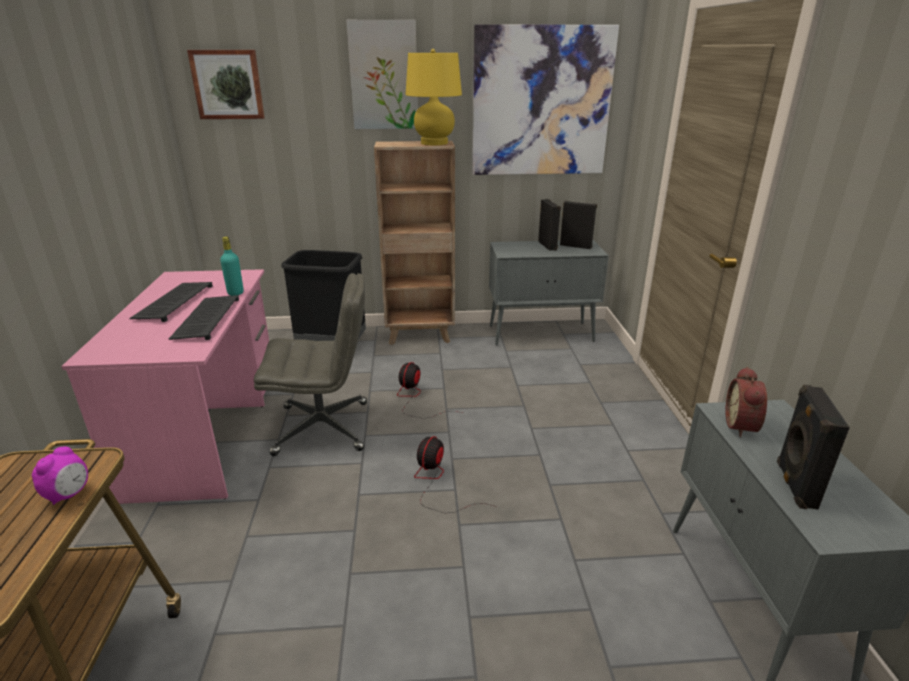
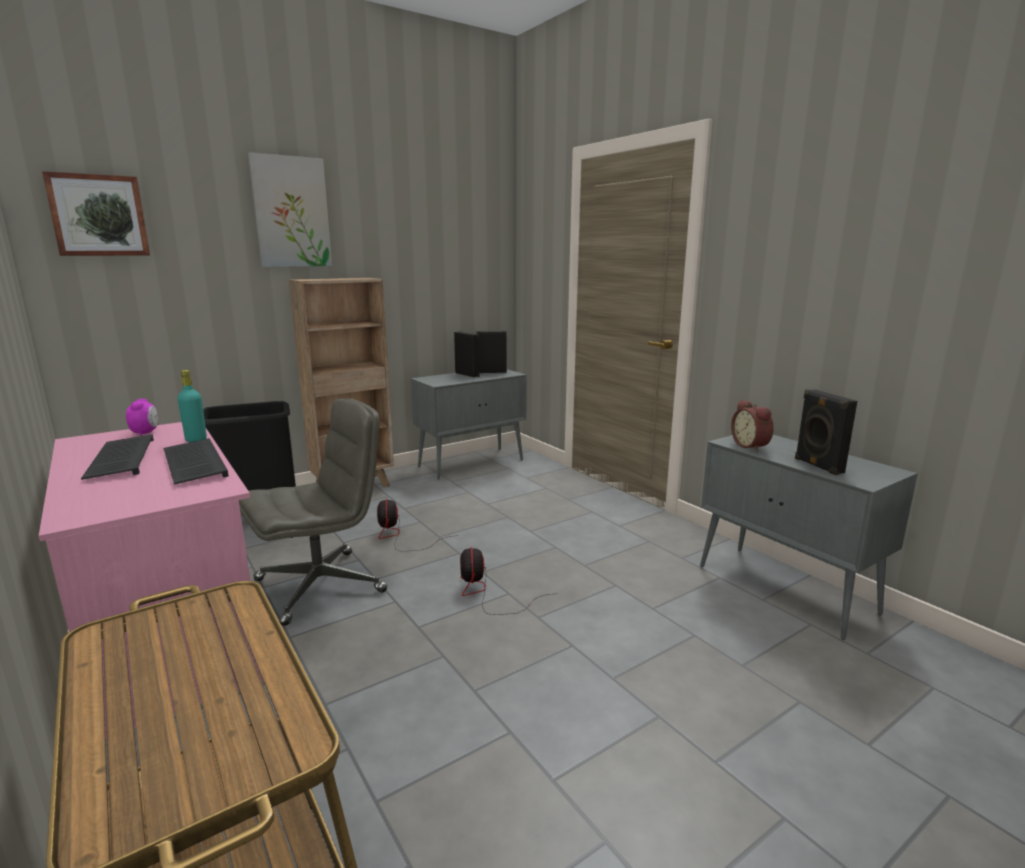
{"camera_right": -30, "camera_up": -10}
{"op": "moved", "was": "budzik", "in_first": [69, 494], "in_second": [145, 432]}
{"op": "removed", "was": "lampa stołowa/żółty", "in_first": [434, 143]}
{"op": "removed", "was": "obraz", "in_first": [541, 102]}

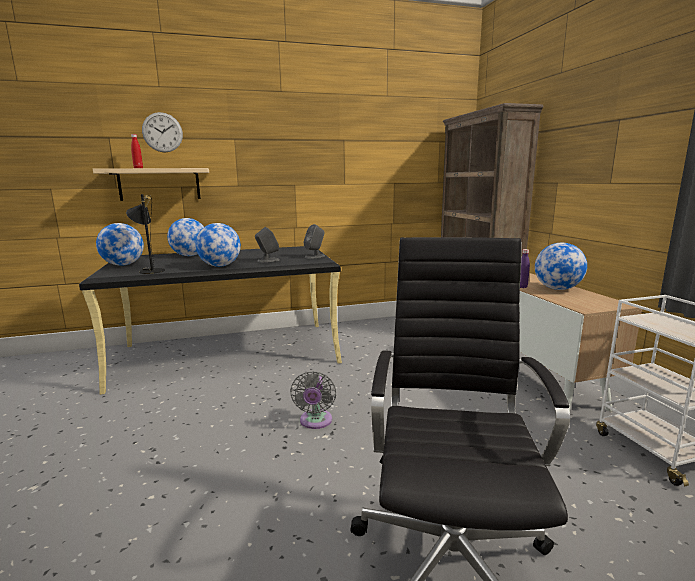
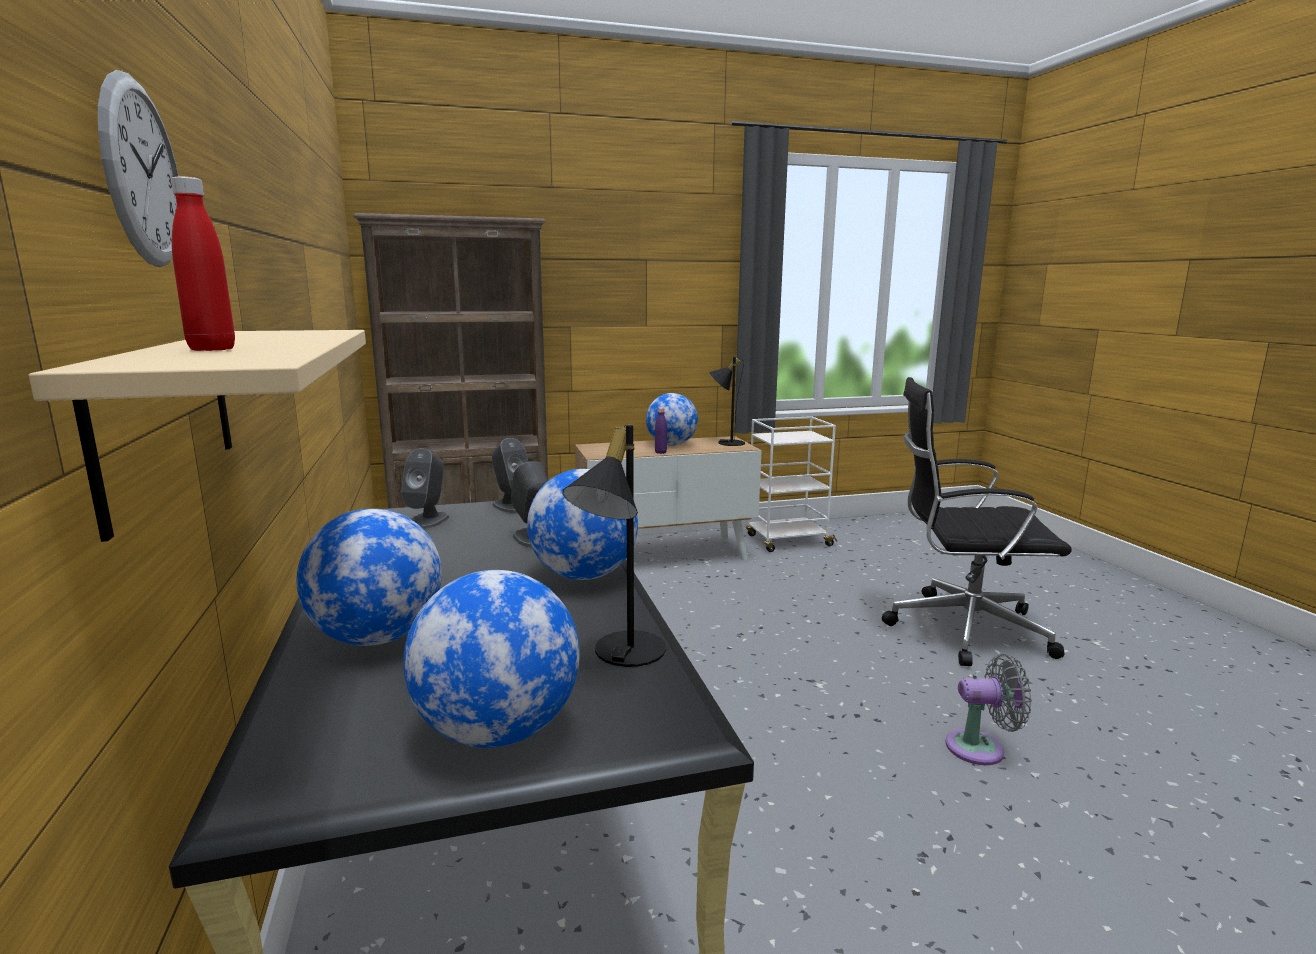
{"camera_right": -90, "camera_up": 0}
{"op": "moved", "was": "wentylator/szary", "in_first": [315, 422], "in_second": [981, 748]}
{"op": "added", "now": "głośnik/szary", "in_second": [428, 520]}
{"op": "added", "now": "lampa stołowa/czarny", "in_second": [726, 442]}

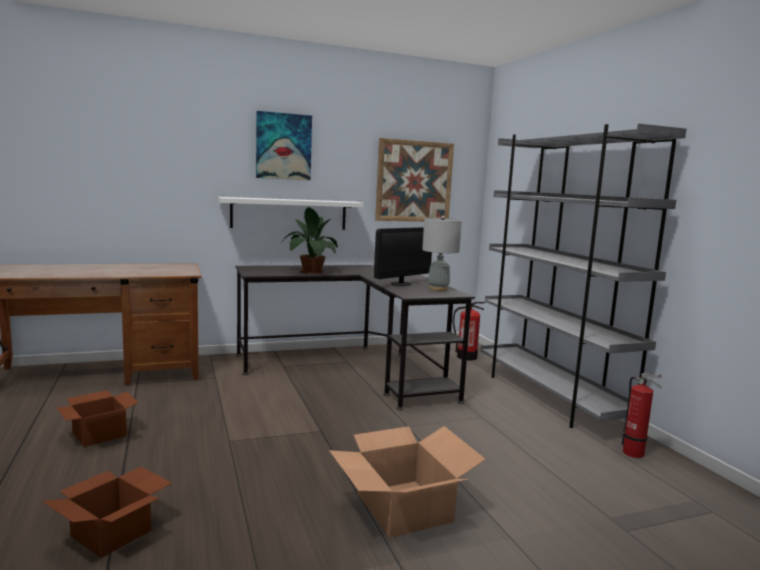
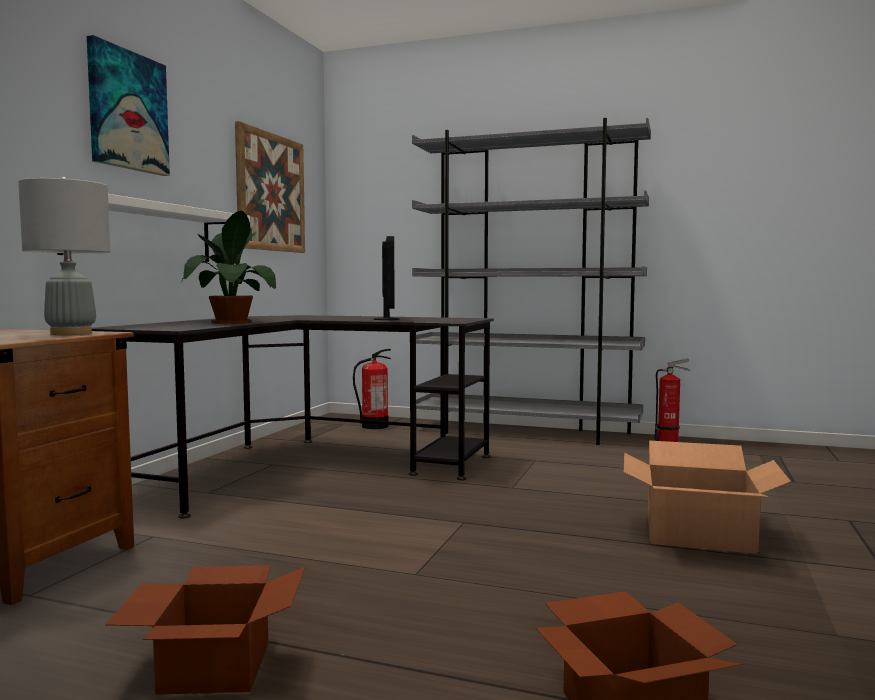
{"camera_right": -50, "camera_up": -5}
{"op": "moved", "was": "lampa stołowa/szary", "in_first": [438, 289], "in_second": [71, 333]}

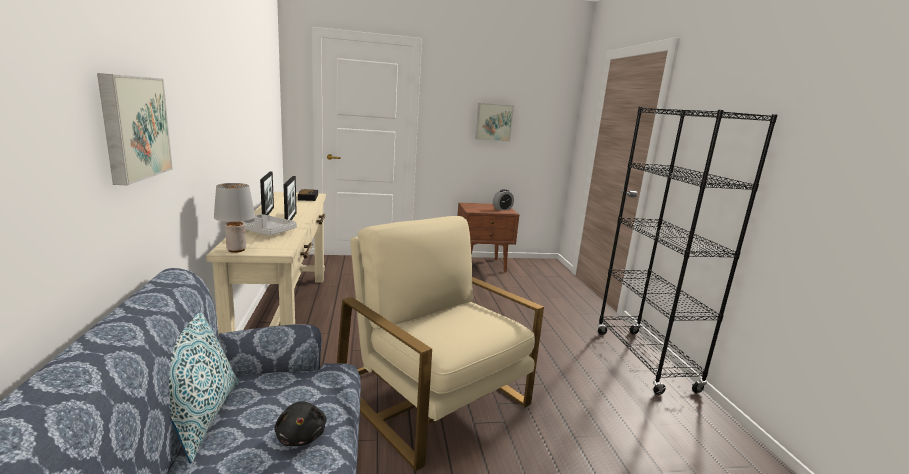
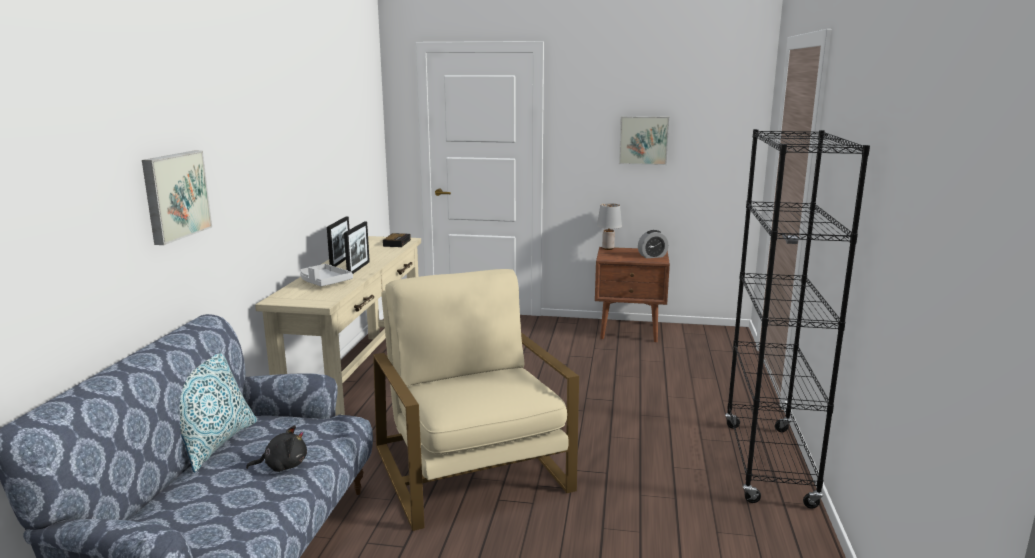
{"camera_right": 20, "camera_up": 0}
{"op": "moved", "was": "lampa stołowa/szary", "in_first": [237, 250], "in_second": [608, 248]}
{"op": "turned", "was": "pluszak/czarny", "in_first": [301, 436], "in_second": [283, 466], "clockwise": -105}

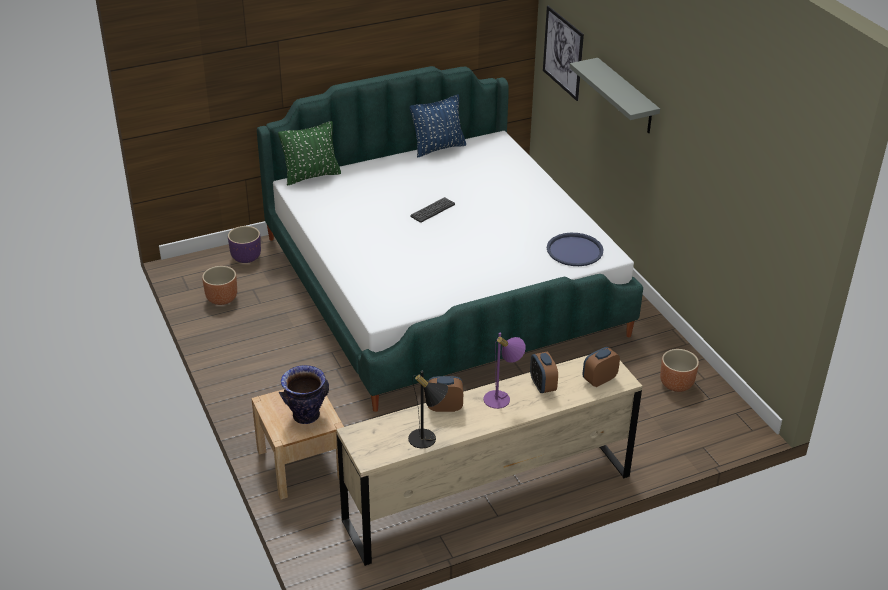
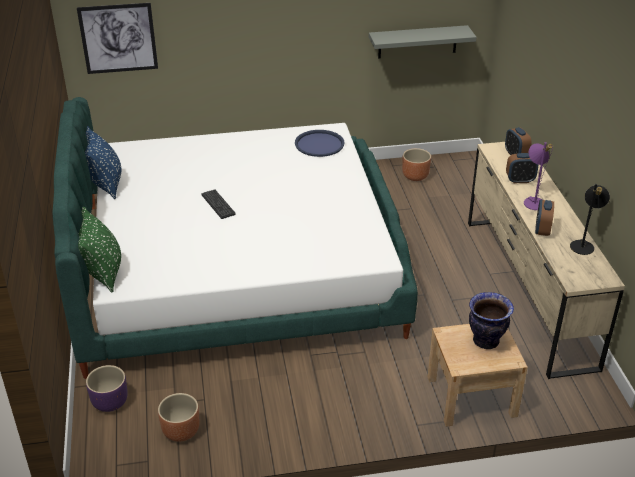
{"camera_right": -75, "camera_up": 0}
{"op": "moved", "was": "półka/szary", "in_first": [626, 97], "in_second": [417, 42]}

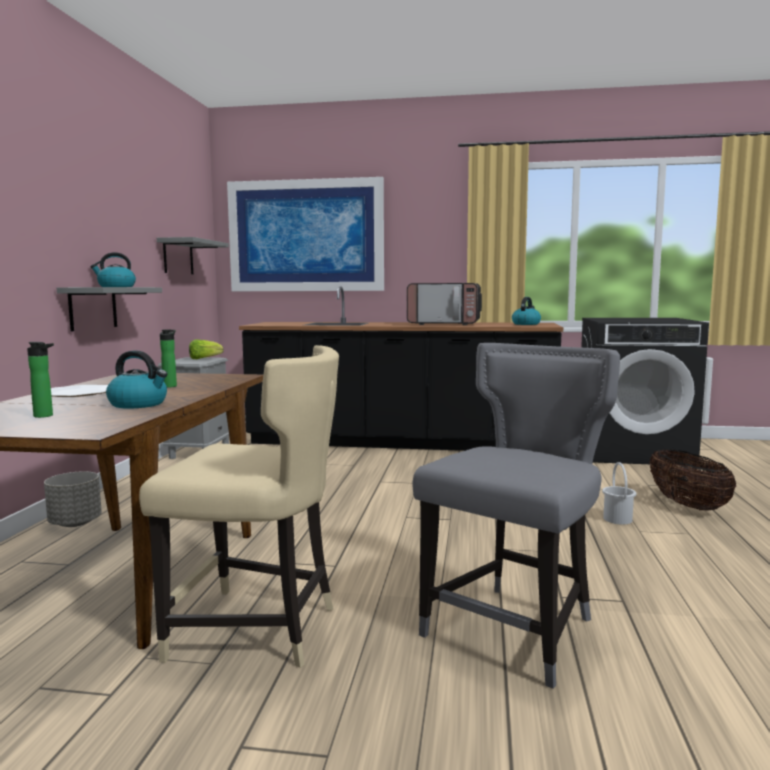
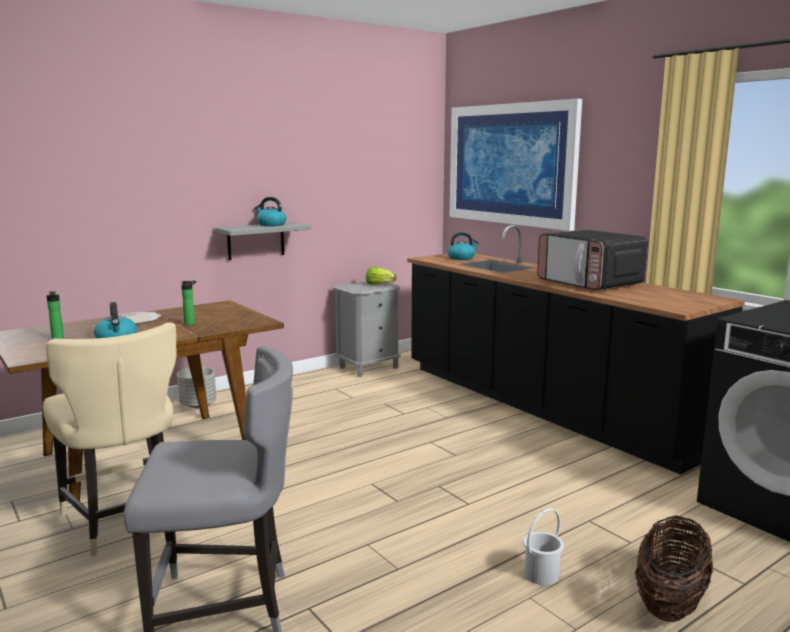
{"camera_right": 45, "camera_up": 5}
{"op": "removed", "was": "półka/szary", "in_first": [178, 257]}
{"op": "moved", "was": "czajnik", "in_first": [526, 324], "in_second": [461, 258]}

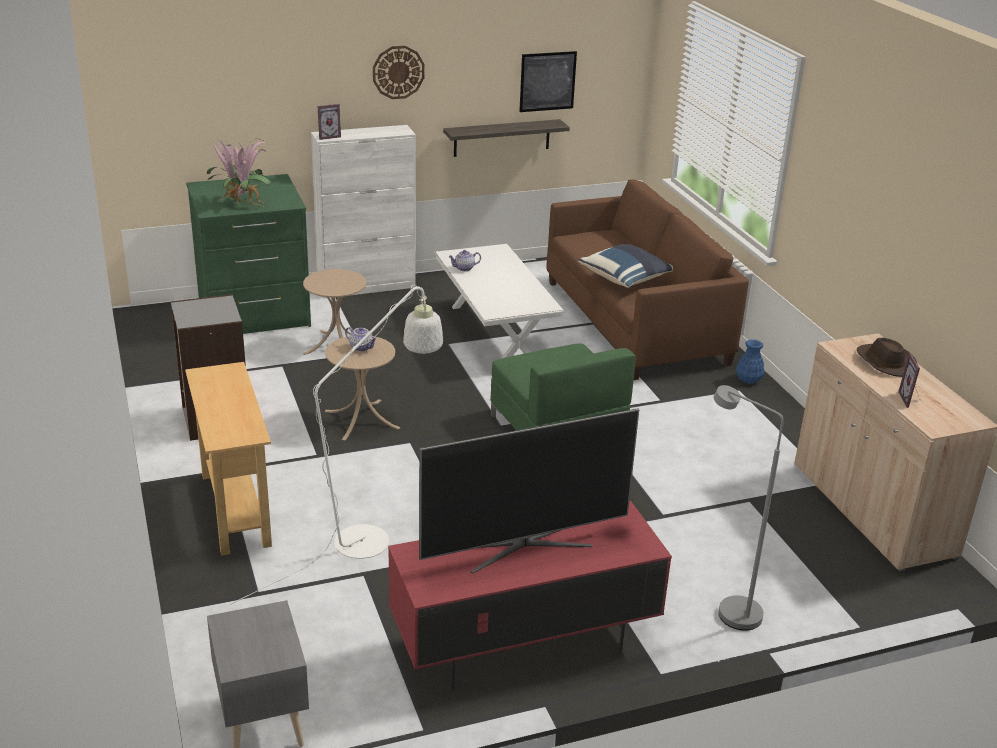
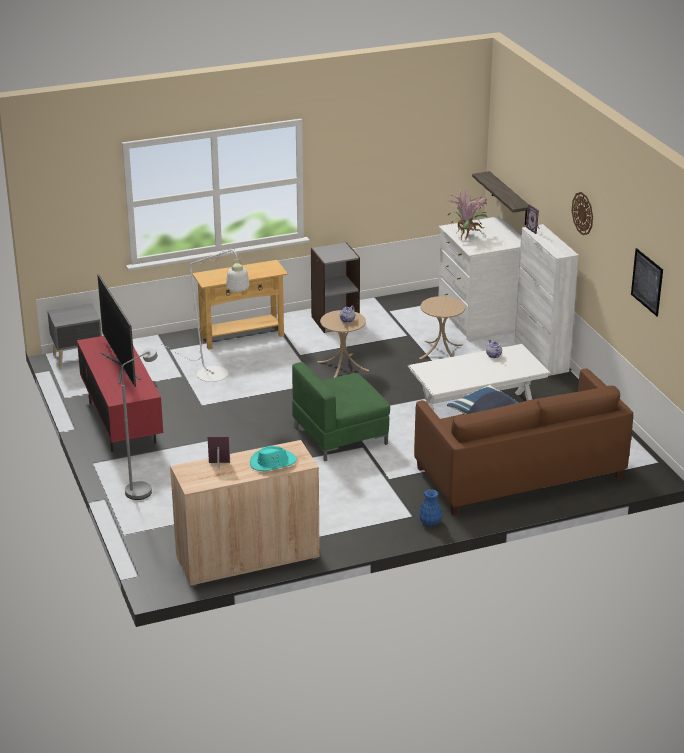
{"camera_right": 90, "camera_up": 0}
{"op": "recoloured", "was": "komoda/zielony", "now": "komoda/biały", "in_first": [254, 314], "in_second": [480, 319]}
{"op": "moved", "was": "półka", "in_first": [502, 138], "in_second": [509, 199]}
{"op": "recoloured", "was": "kapelusz/brązowy", "now": "kapelusz/turkusowy", "in_first": [884, 362], "in_second": [272, 462]}

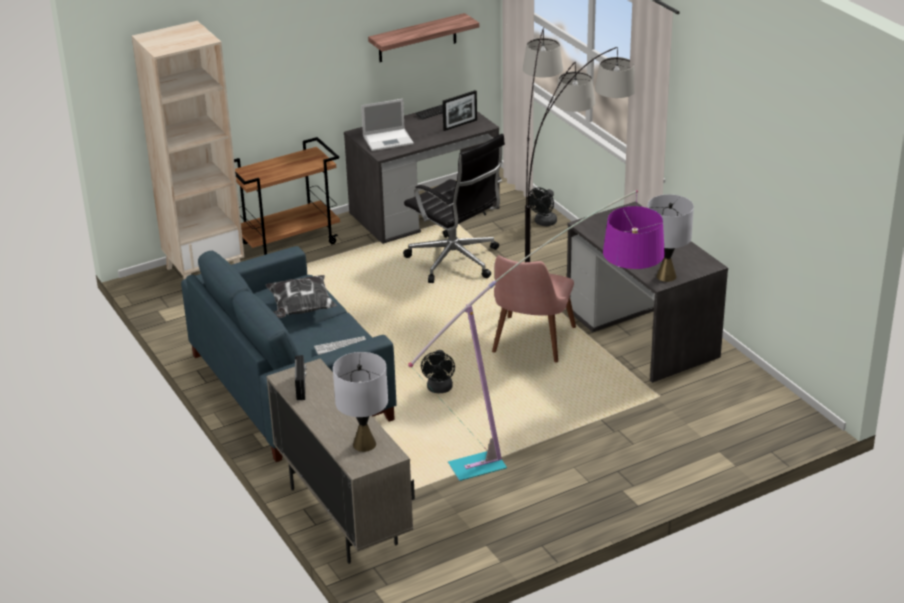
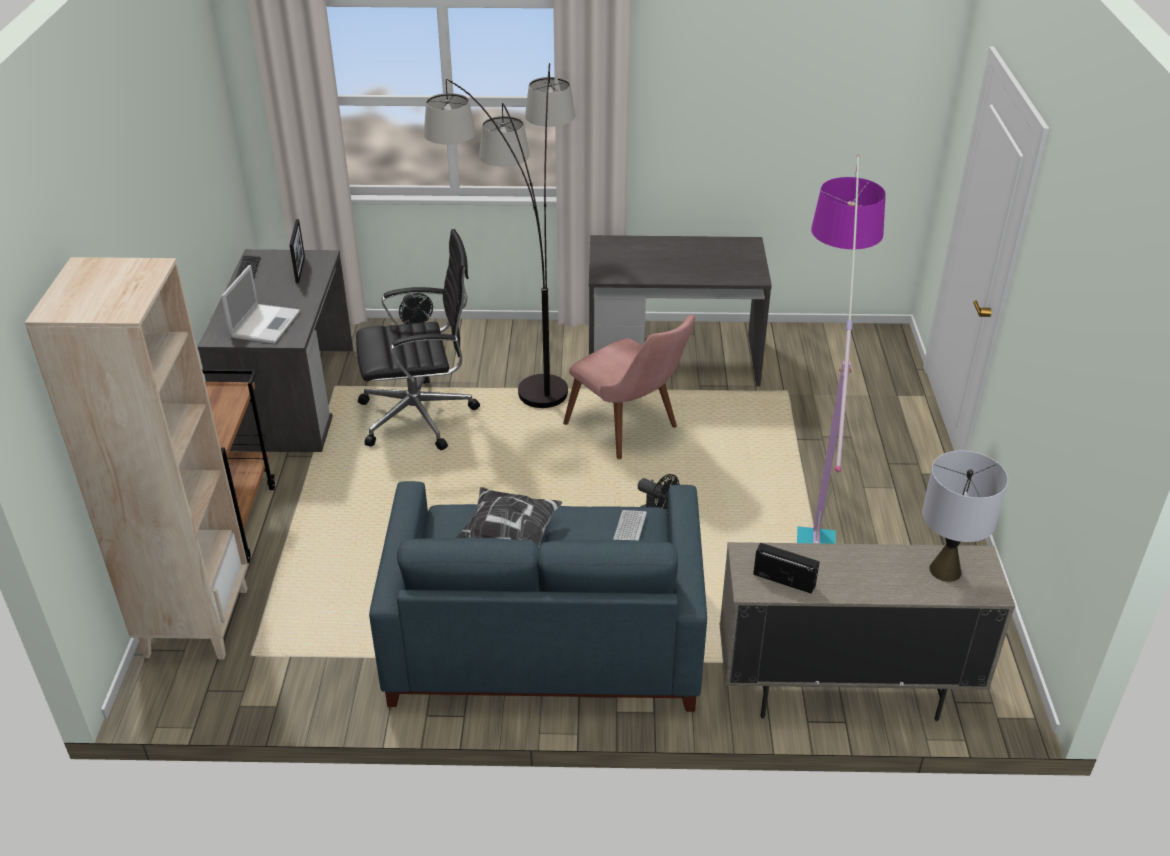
{"camera_right": -60, "camera_up": 5}
{"op": "removed", "was": "półka", "in_first": [417, 38]}
{"op": "removed", "was": "lampa stołowa/szary", "in_first": [666, 276]}

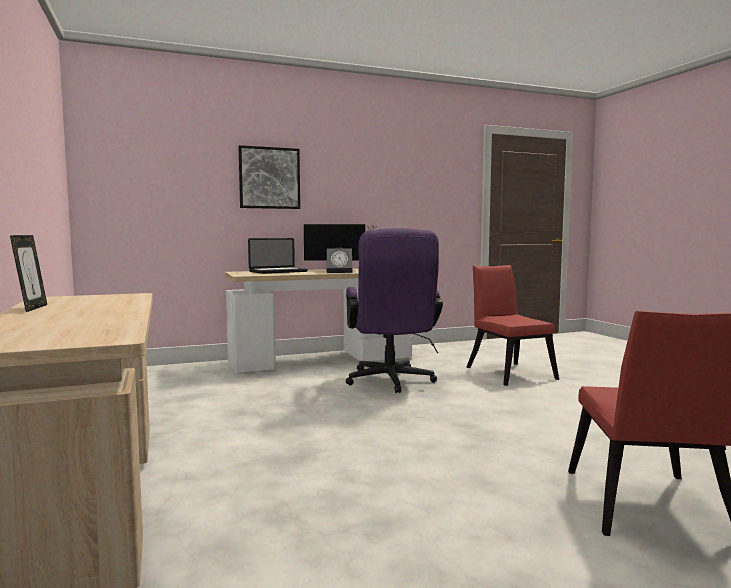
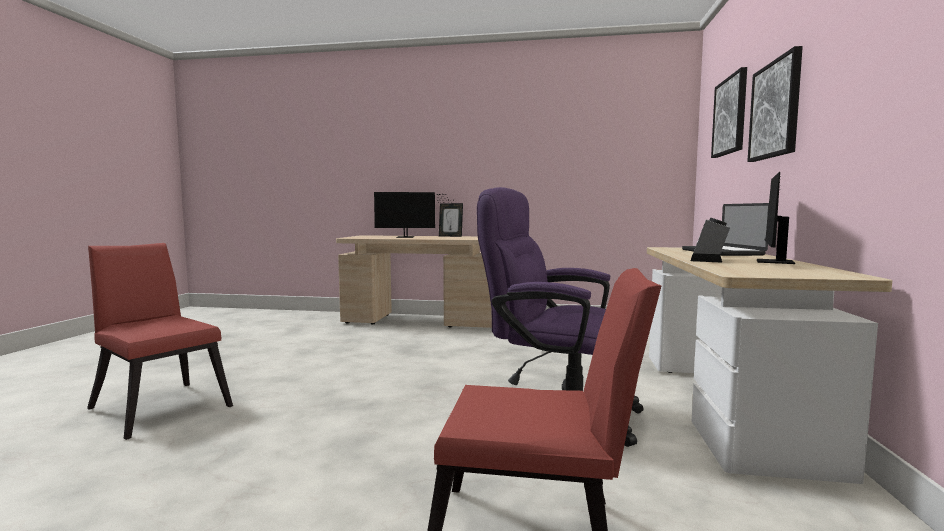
{"camera_right": 120, "camera_up": 0}
{"op": "added", "now": "monitor", "in_second": [408, 237]}
{"op": "added", "now": "obraz", "in_second": [730, 116]}

